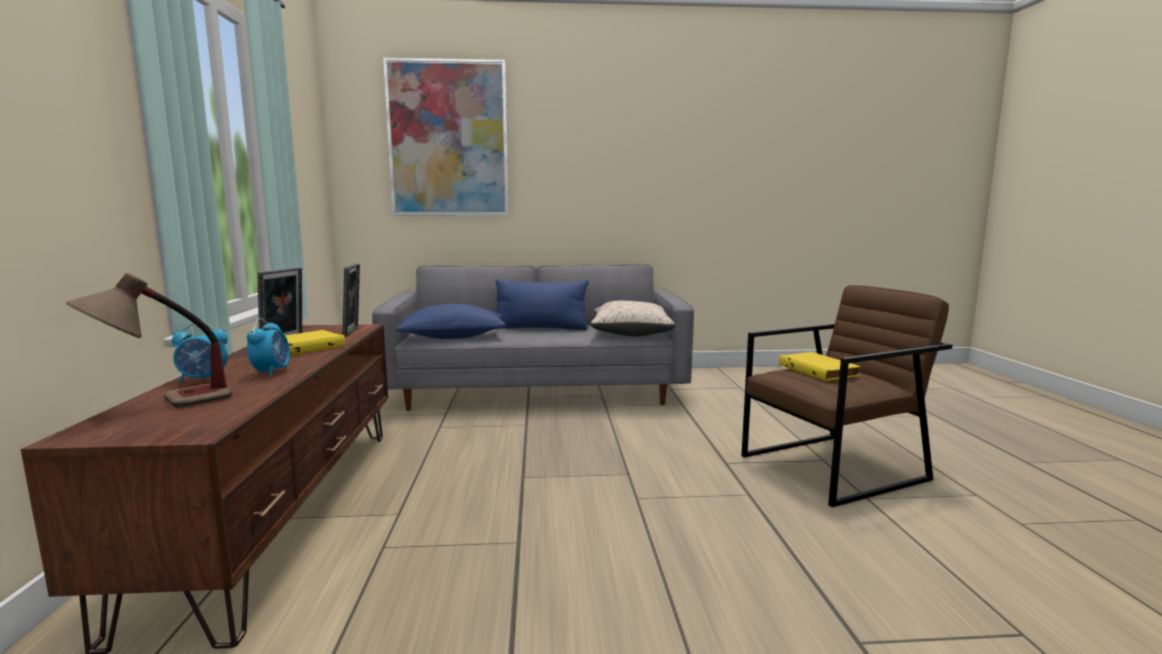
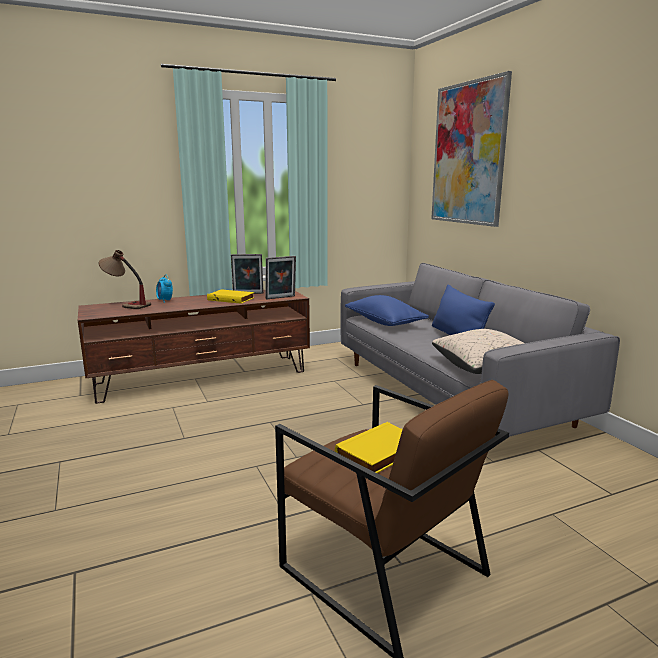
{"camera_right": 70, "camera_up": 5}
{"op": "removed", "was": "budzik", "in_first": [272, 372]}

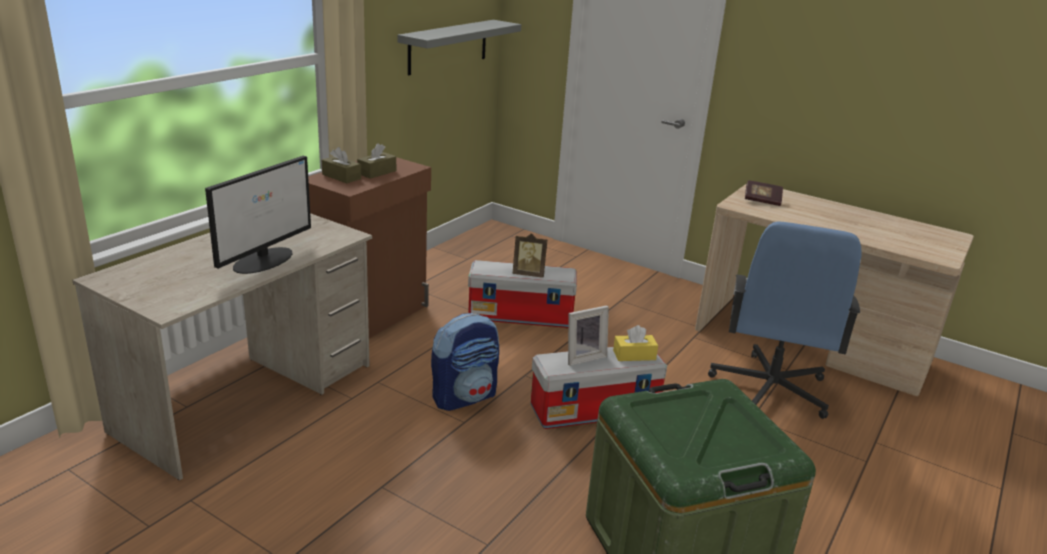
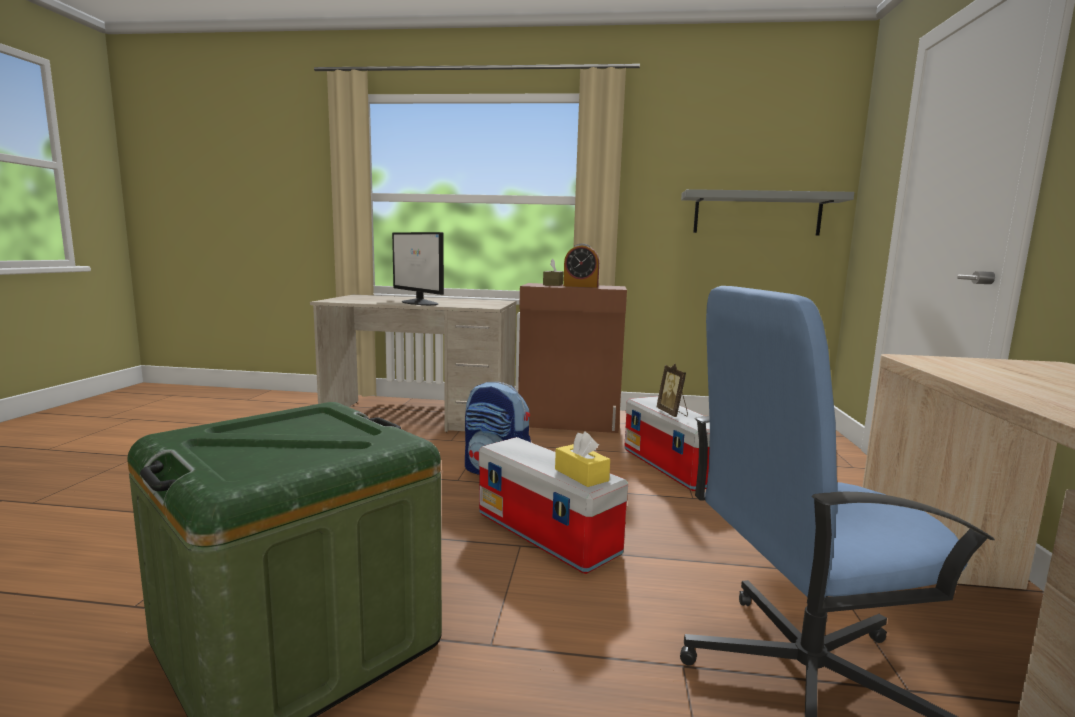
{"camera_right": 65, "camera_up": -15}
{"op": "turned", "was": "monitor", "in_first": [264, 260], "in_second": [420, 303], "clockwise": 45}
{"op": "replaced", "was": "pudełko chusteczek/brązowy", "now": "budzik", "in_first": [377, 172], "in_second": [580, 286]}
{"op": "removed", "was": "ramka na zdjęcie", "in_first": [583, 356]}
{"op": "removed", "was": "książka", "in_first": [762, 200]}

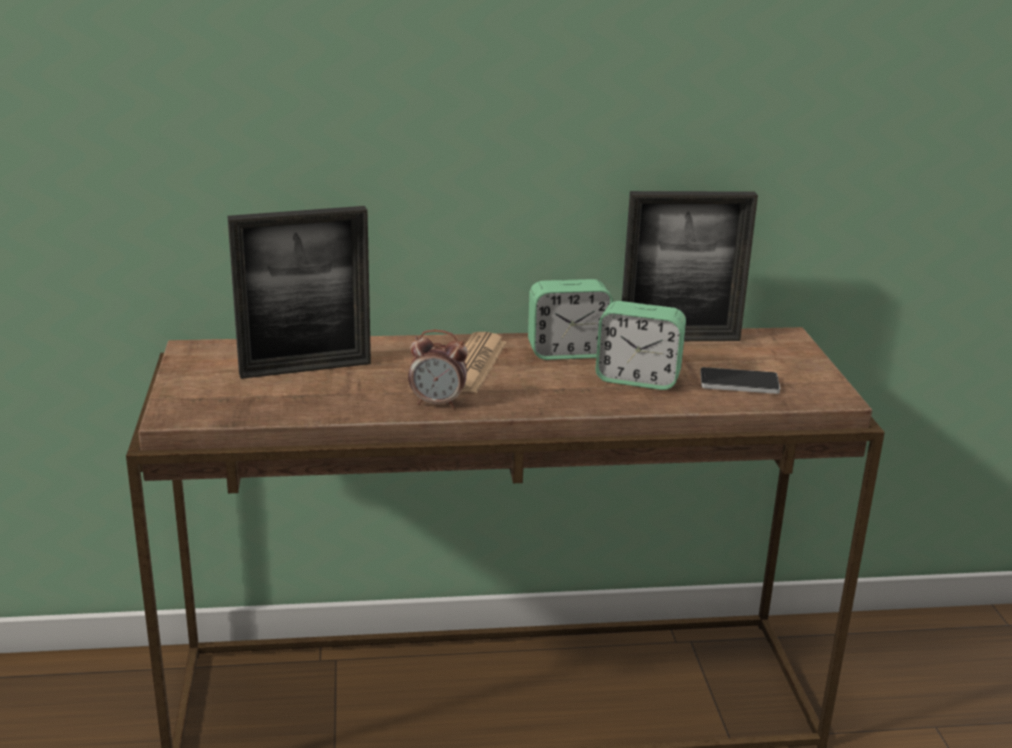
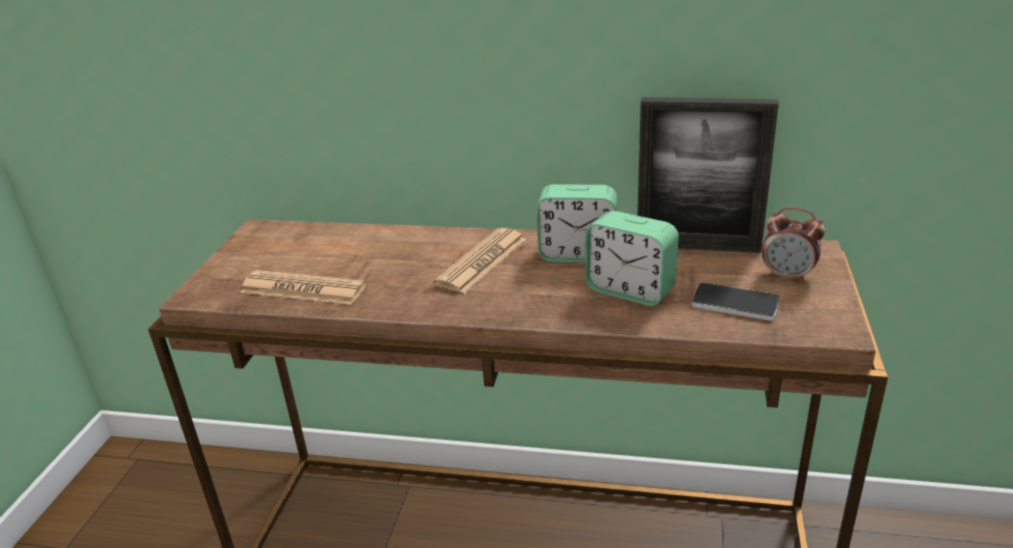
{"camera_right": 20, "camera_up": 5}
{"op": "removed", "was": "ramka na zdjęcie", "in_first": [305, 368]}
{"op": "moved", "was": "budzik", "in_first": [438, 403], "in_second": [788, 276]}
{"op": "added", "now": "gazeta", "in_second": [303, 289]}

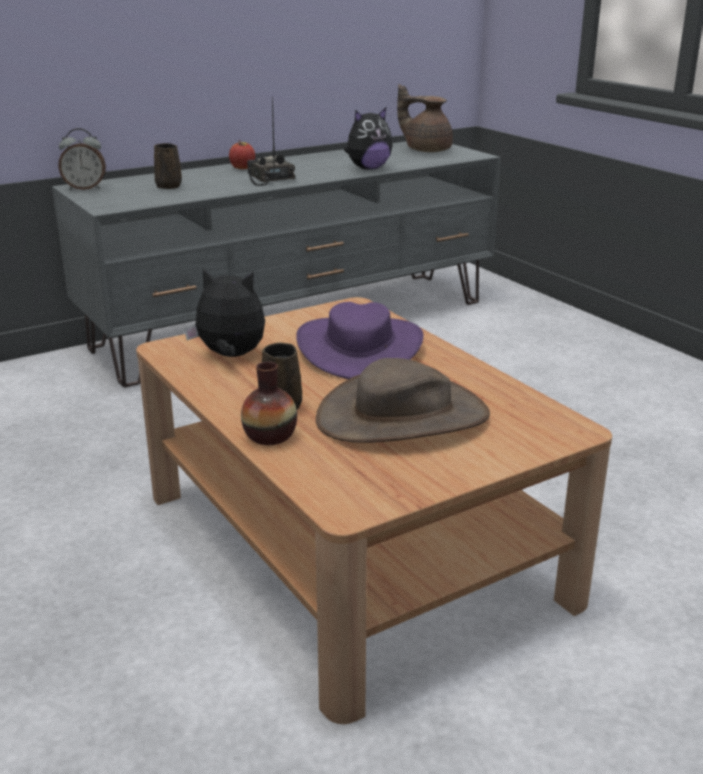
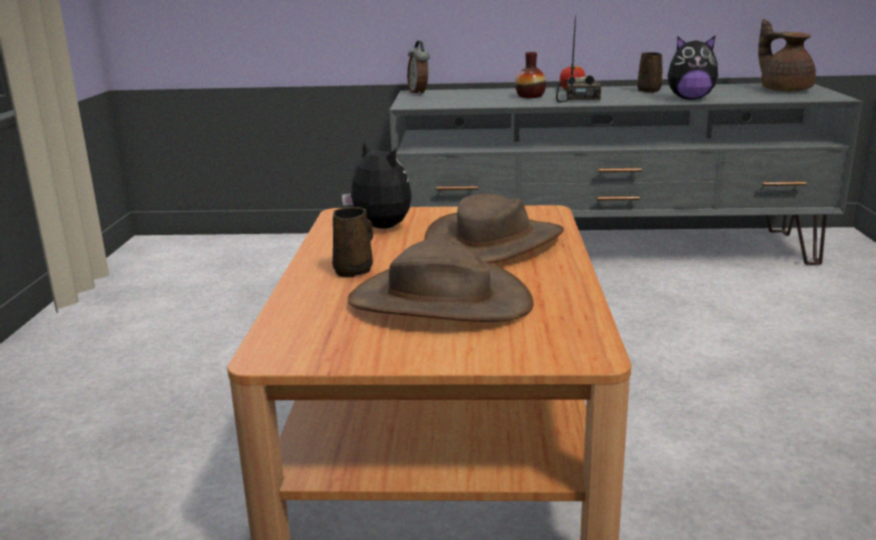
{"camera_right": 35, "camera_up": -5}
{"op": "turned", "was": "budzik", "in_first": [85, 188], "in_second": [419, 93], "clockwise": 45}
{"op": "moved", "was": "kubek/brązowy", "in_first": [168, 186], "in_second": [648, 90]}
{"op": "moved", "was": "wazon", "in_first": [270, 436], "in_second": [530, 96]}
{"op": "recoloured", "was": "kapelusz/fioletowy", "now": "kapelusz/brązowy", "in_first": [360, 348], "in_second": [495, 243]}

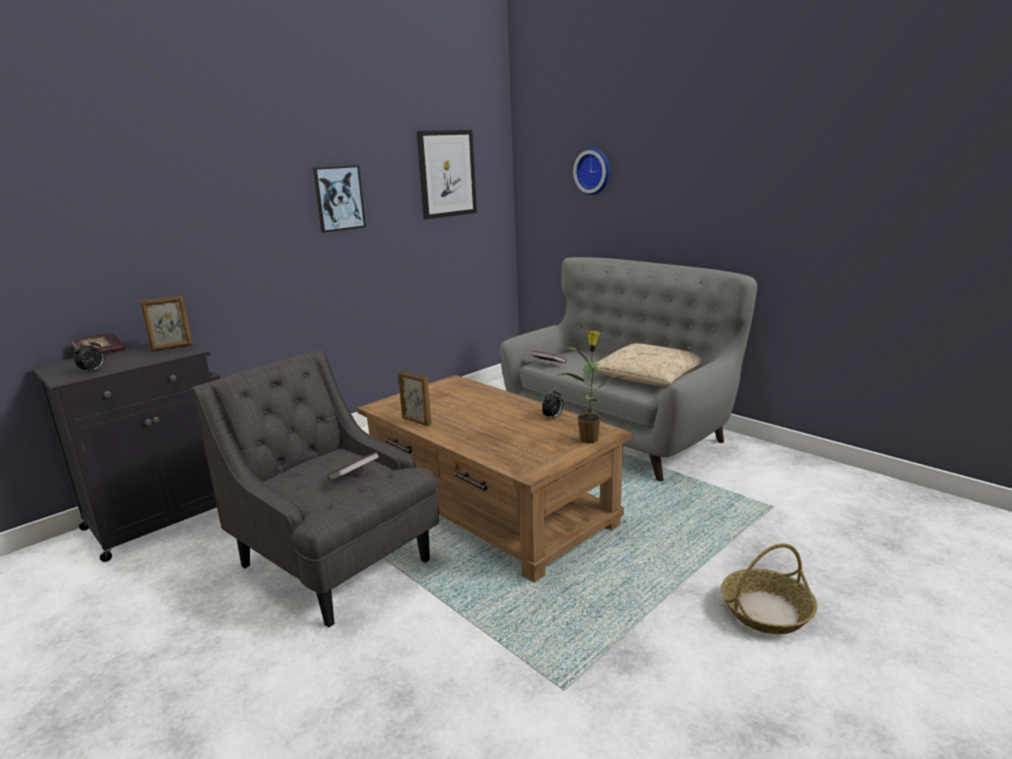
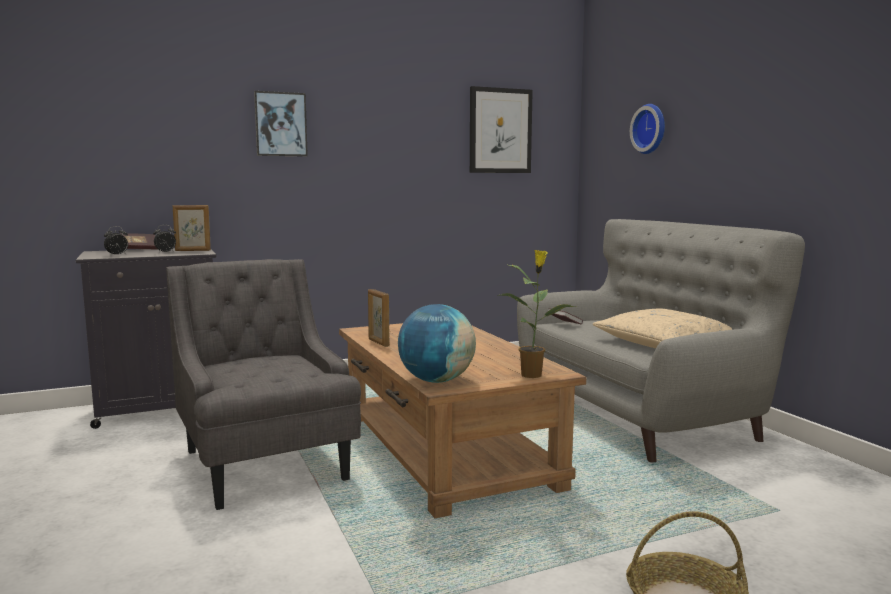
{"camera_right": 20, "camera_up": -10}
{"op": "moved", "was": "obraz", "in_first": [339, 198], "in_second": [280, 124]}
{"op": "removed", "was": "książka", "in_first": [354, 475]}
{"op": "moved", "was": "budzik", "in_first": [553, 417], "in_second": [165, 252]}
{"op": "added", "now": "globus", "in_second": [436, 381]}

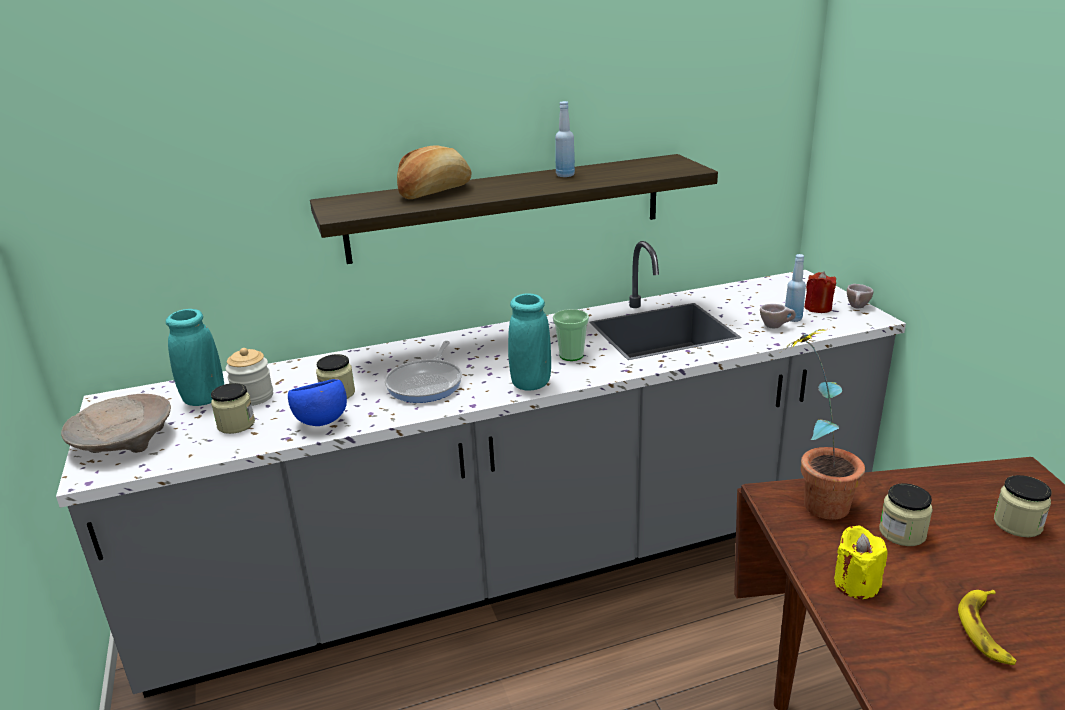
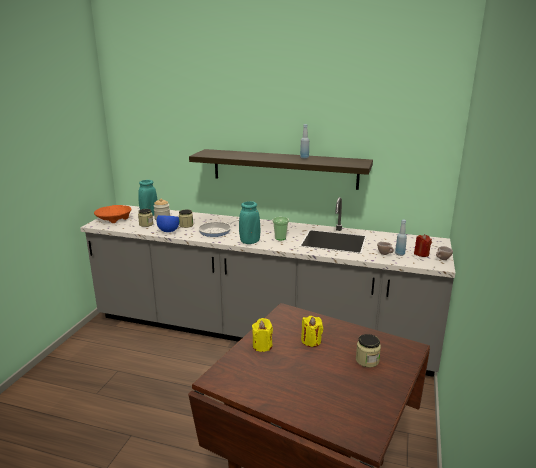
{"camera_right": 35, "camera_up": -5}
{"op": "recoloured", "was": "miska/beżowy", "now": "miska/pomarańczowy", "in_first": [123, 441], "in_second": [114, 219]}
{"op": "removed", "was": "chleb", "in_first": [434, 192]}
{"op": "removed", "was": "roślina doniczkowa", "in_first": [814, 499]}
{"op": "replaced", "was": "słoik", "now": "świeca/żółty", "in_first": [902, 533], "in_second": [311, 341]}
{"op": "removed", "was": "banan", "in_first": [986, 630]}

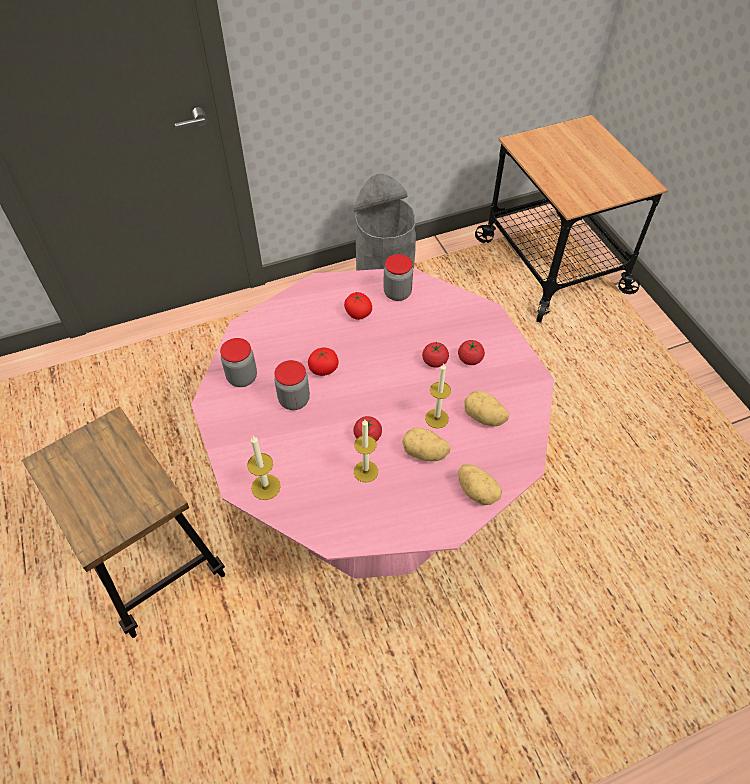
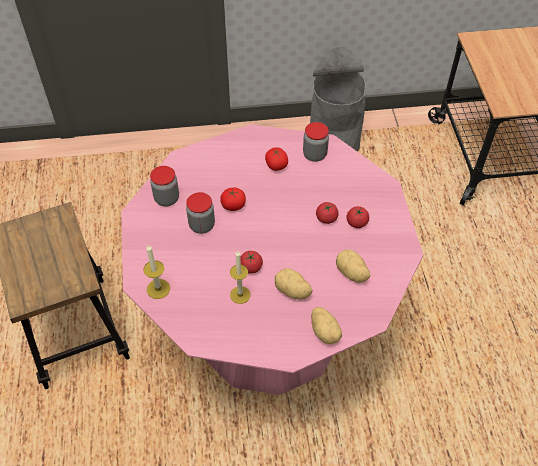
{"camera_right": 15, "camera_up": 0}
{"op": "removed", "was": "świeca", "in_first": [436, 418]}

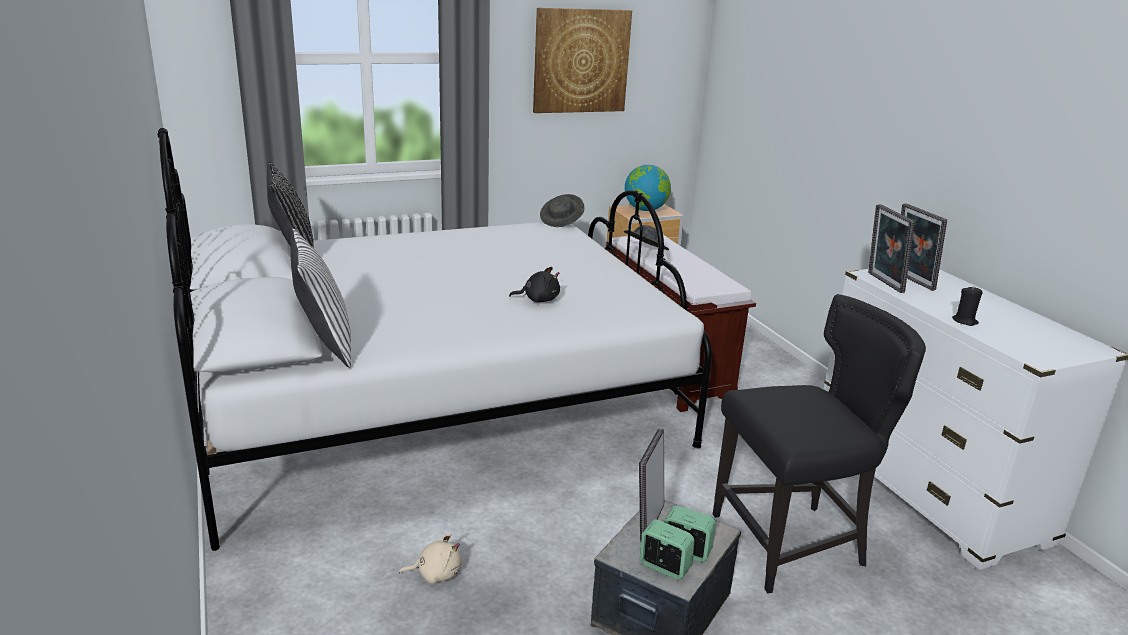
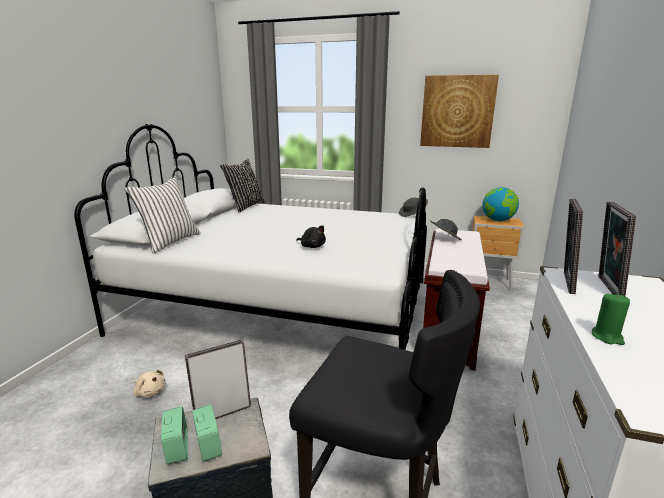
{"camera_right": 40, "camera_up": -5}
{"op": "recoloured", "was": "świeca/czarny", "now": "świeca/zielony", "in_first": [964, 321], "in_second": [607, 337]}

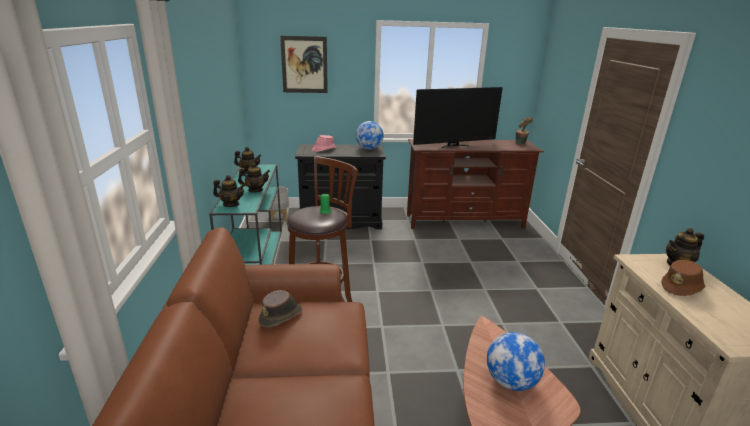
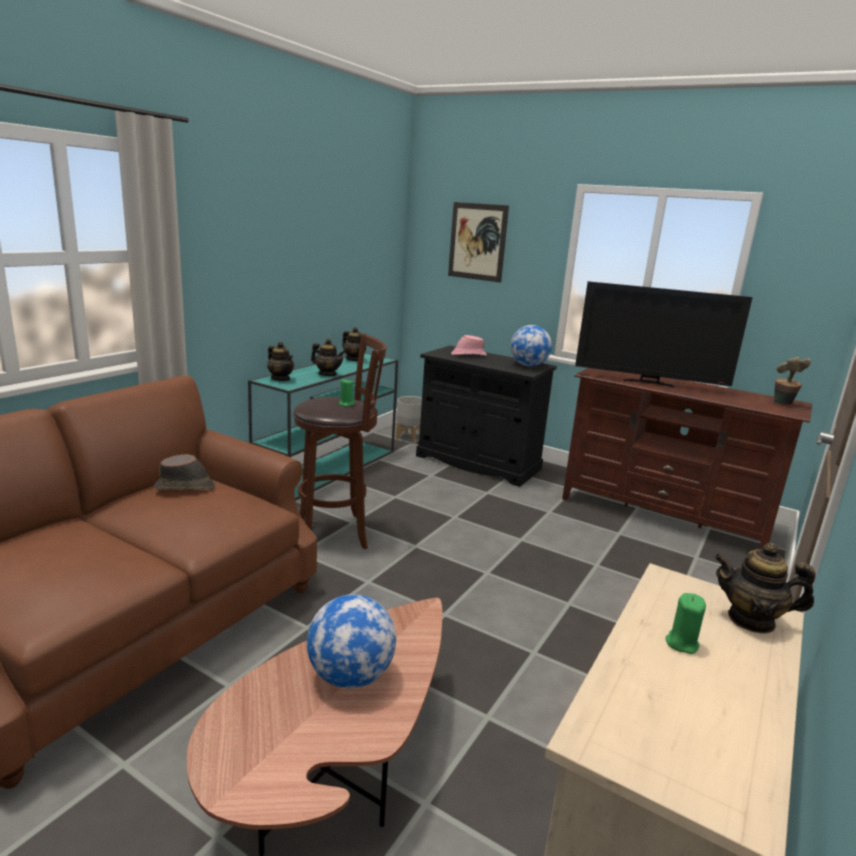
{"camera_right": 35, "camera_up": -5}
{"op": "replaced", "was": "kapelusz/brązowy", "now": "świeca/zielony", "in_first": [682, 287], "in_second": [681, 643]}

